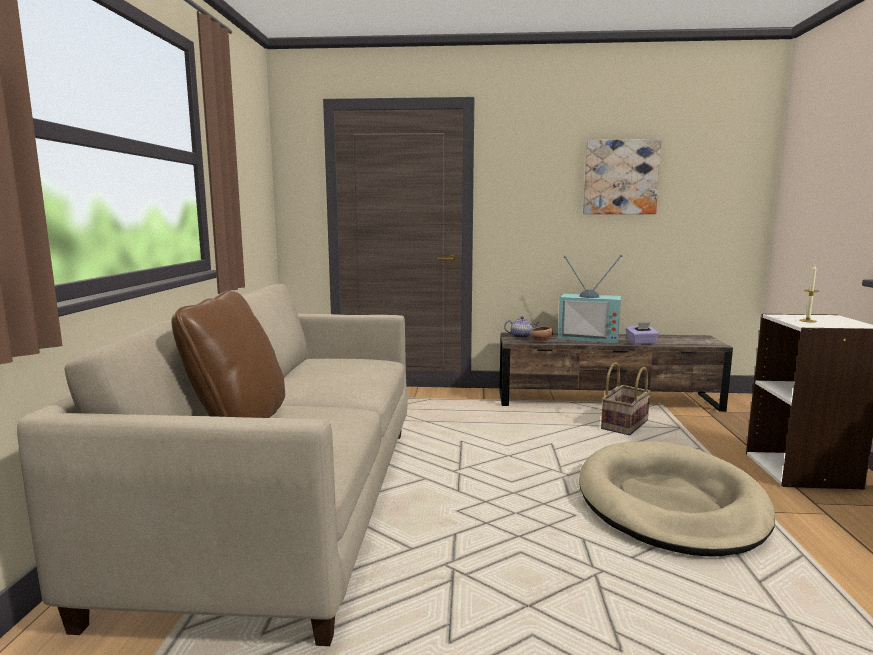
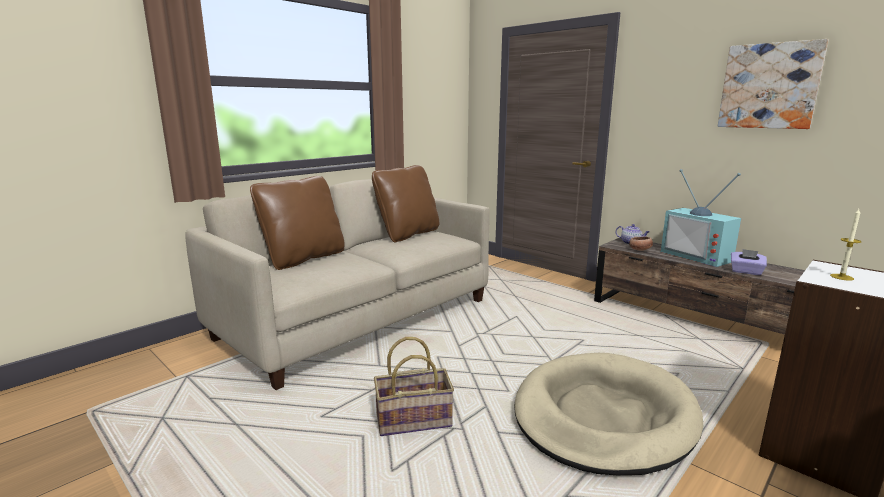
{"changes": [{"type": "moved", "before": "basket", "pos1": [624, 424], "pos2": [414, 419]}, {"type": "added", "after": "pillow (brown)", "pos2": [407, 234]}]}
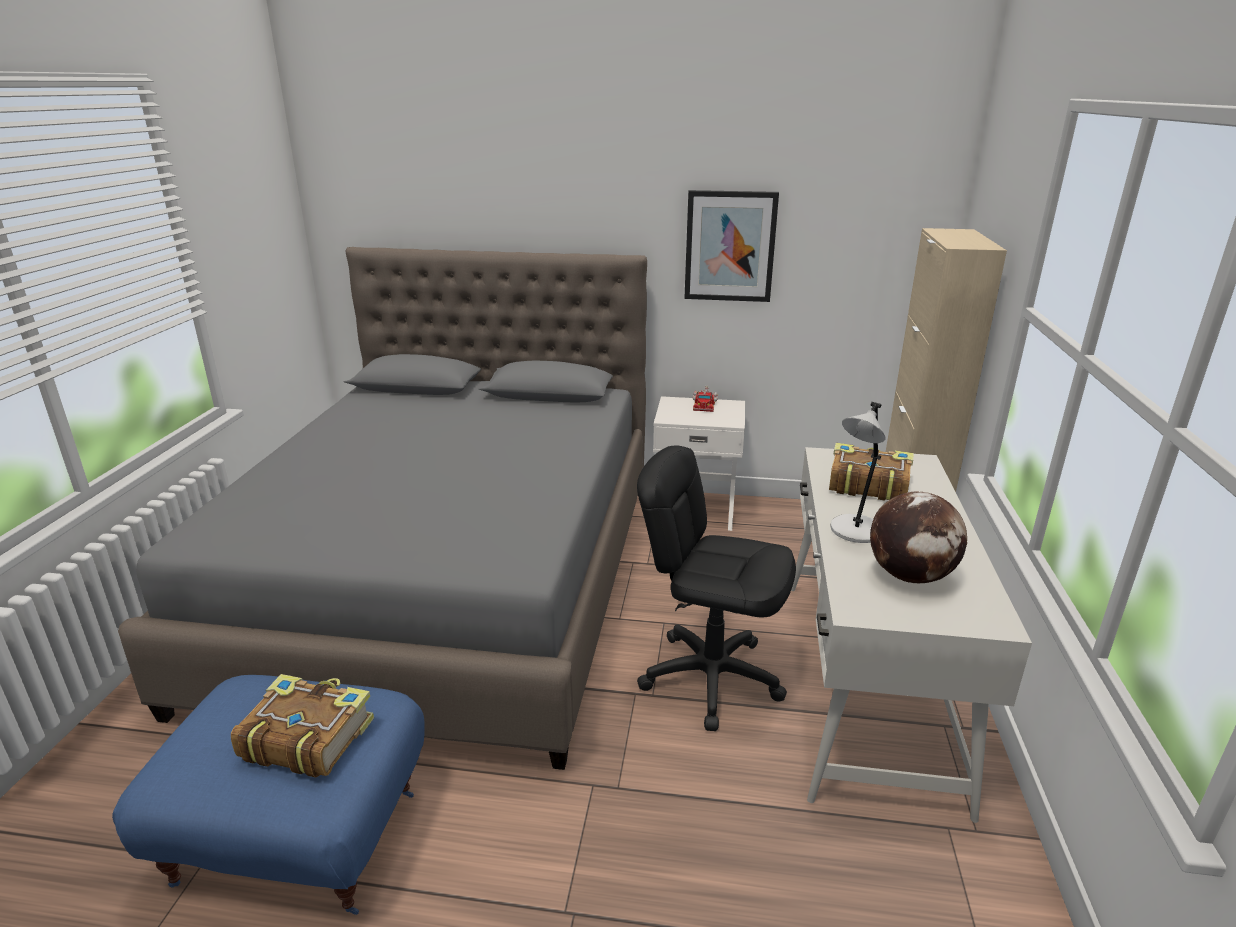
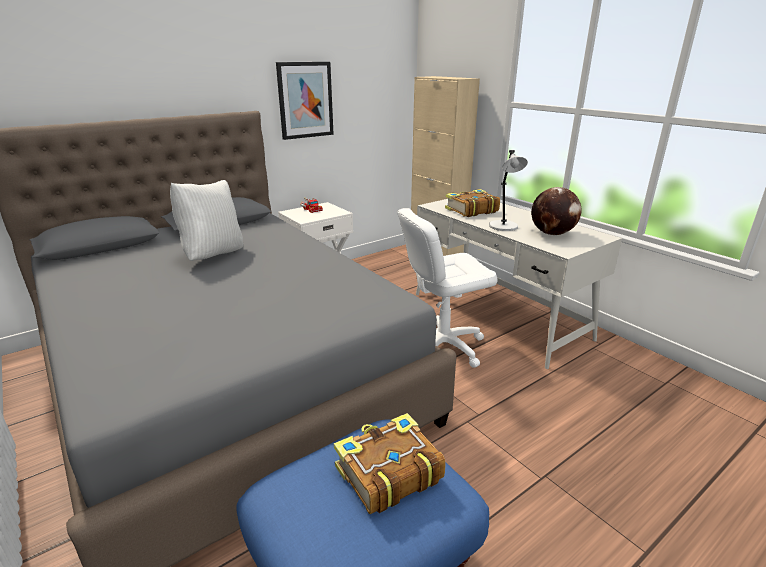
{"changes": [{"type": "recoloured", "before": "office chair (black)", "after": "office chair (white)", "pos1": [711, 677], "pos2": [442, 346]}, {"type": "added", "after": "pillow (white)", "pos2": [213, 255]}]}
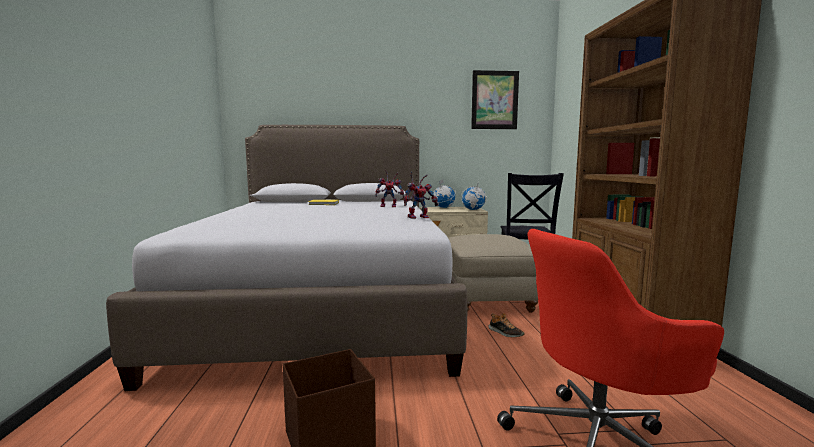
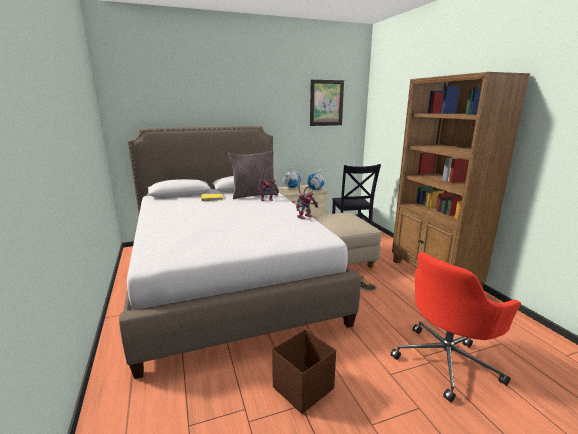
{"changes": [{"type": "added", "after": "pillow (grey)", "pos2": [254, 195]}]}
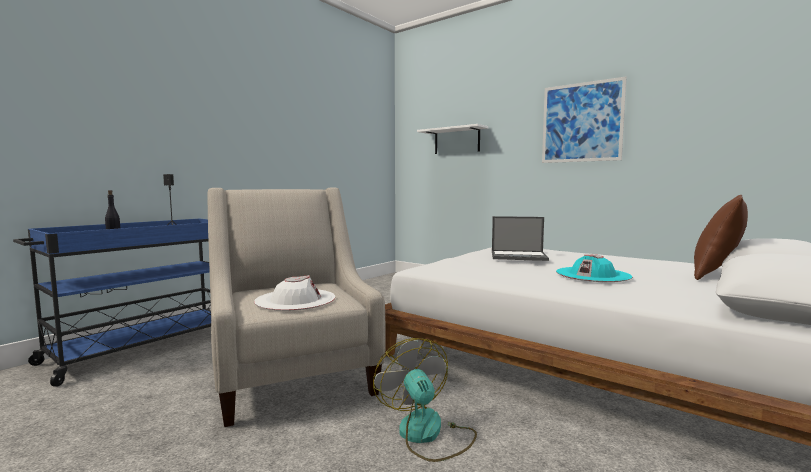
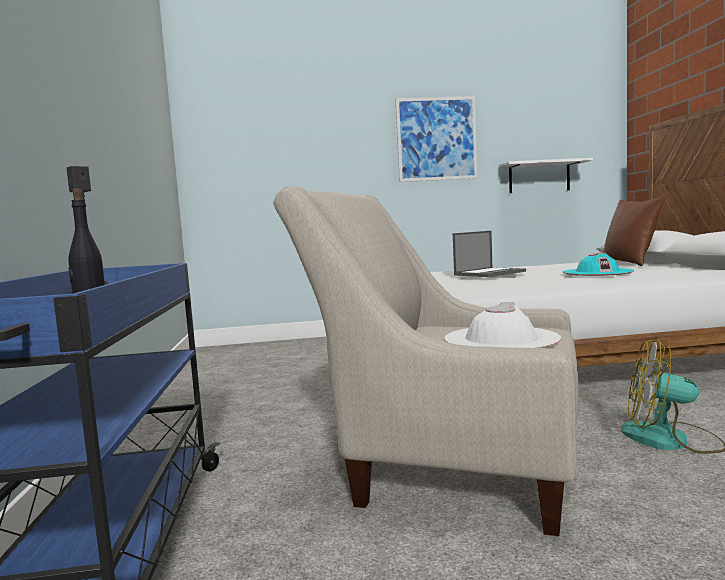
{"changes": [{"type": "moved", "before": "shelf (white)", "pos1": [457, 141], "pos2": [539, 177]}]}
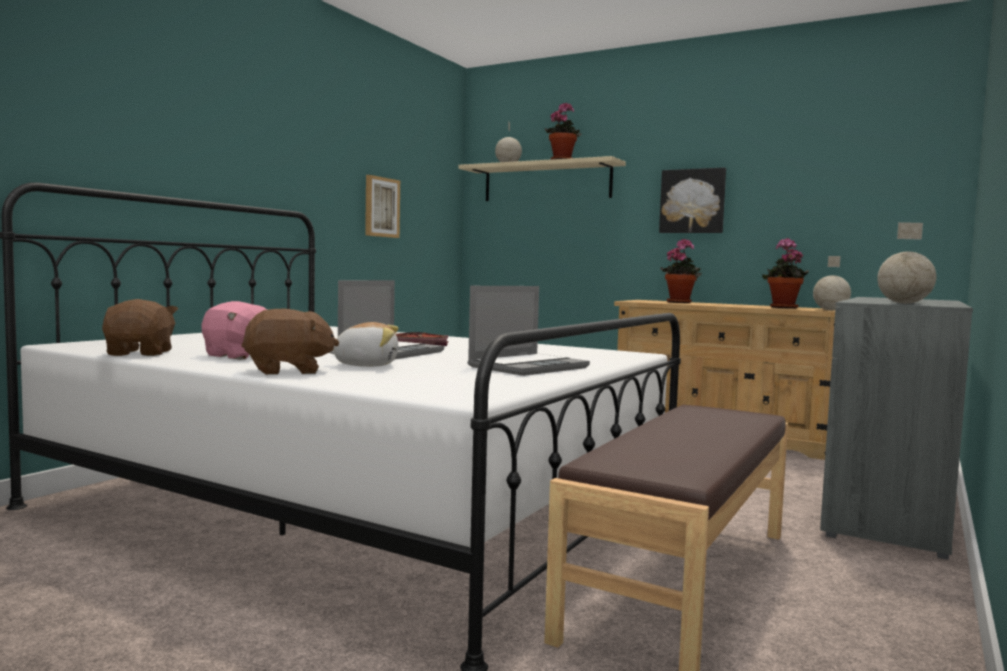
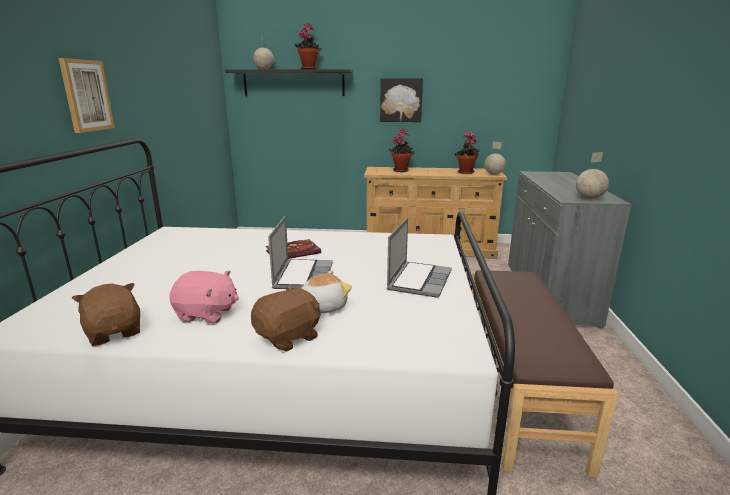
{"changes": [{"type": "recoloured", "before": "shelf (beige)", "after": "shelf (black)", "pos1": [546, 182], "pos2": [293, 83]}, {"type": "moved", "before": "picture", "pos1": [381, 207], "pos2": [86, 95]}]}
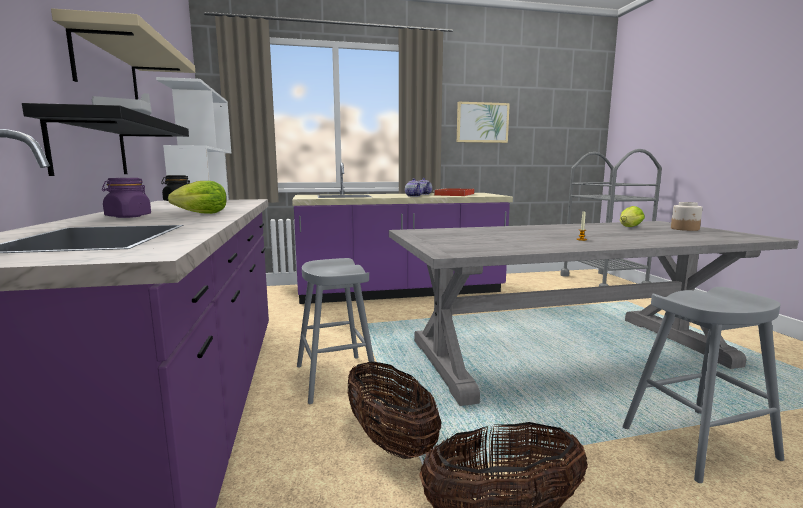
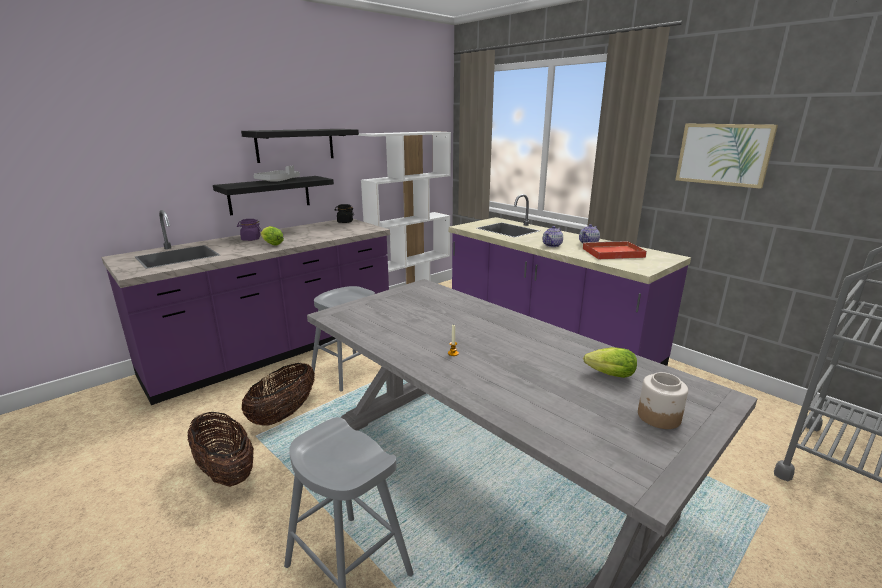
{"changes": [{"type": "recoloured", "before": "shelf (beige)", "after": "shelf (black)", "pos1": [106, 68], "pos2": [295, 145]}]}
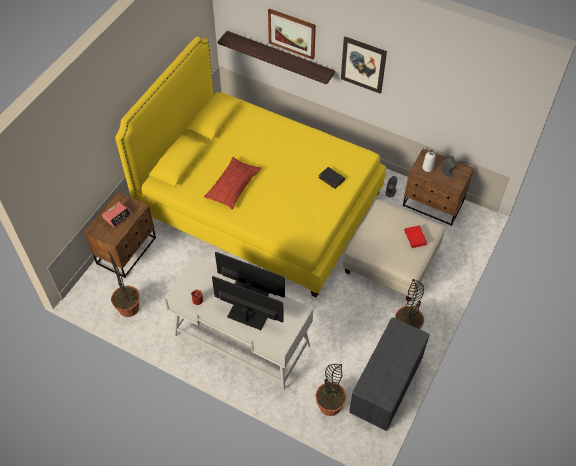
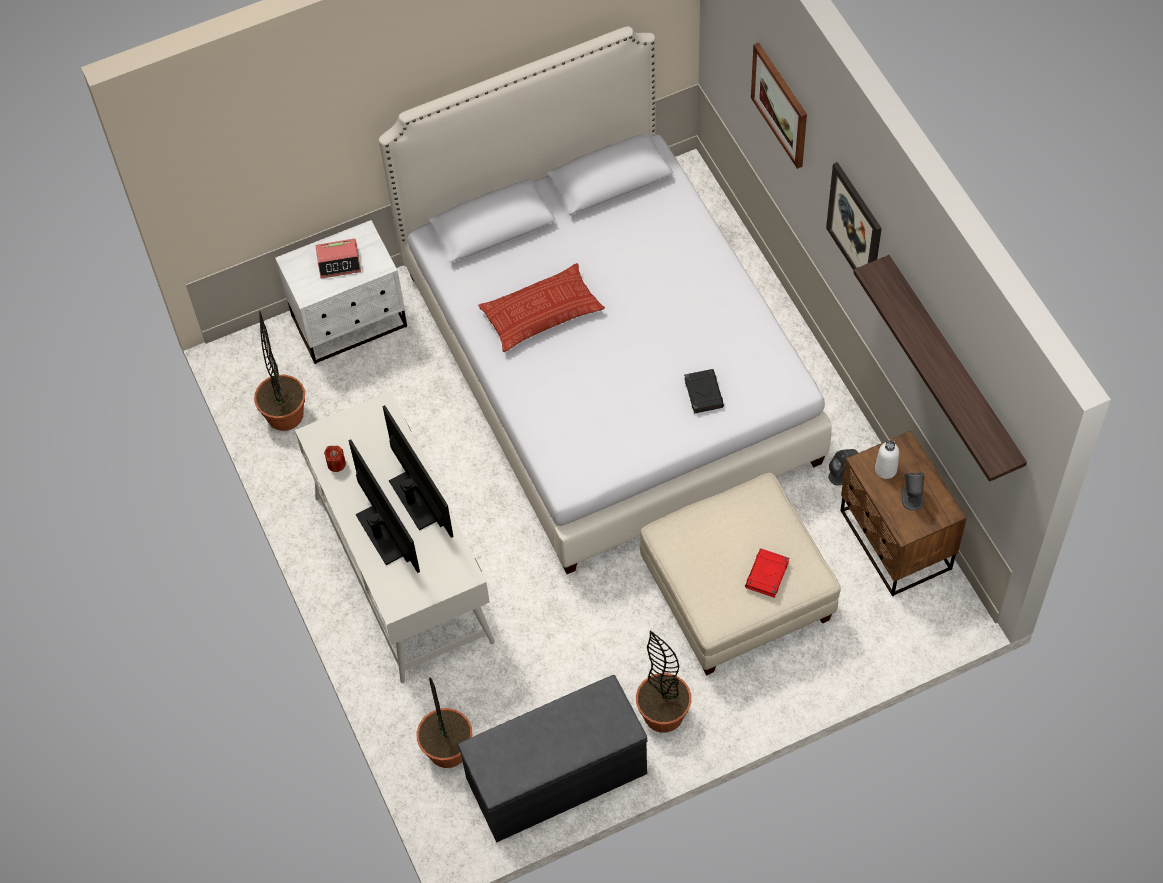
{"changes": [{"type": "moved", "before": "shelf", "pos1": [280, 58], "pos2": [953, 367]}, {"type": "recoloured", "before": "bed (yellow)", "after": "bed (white)", "pos1": [259, 204], "pos2": [608, 365]}, {"type": "recoloured", "before": "nightstand (brown)", "after": "nightstand (white)", "pos1": [127, 251], "pos2": [350, 322]}]}
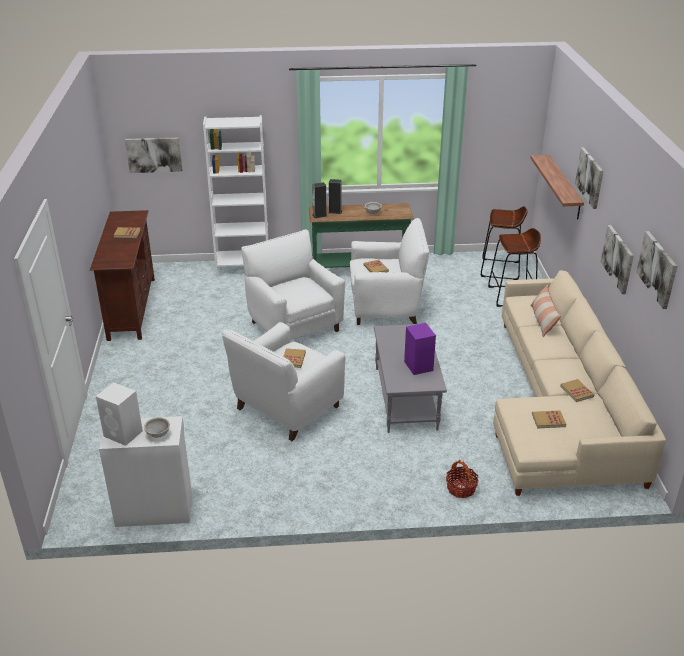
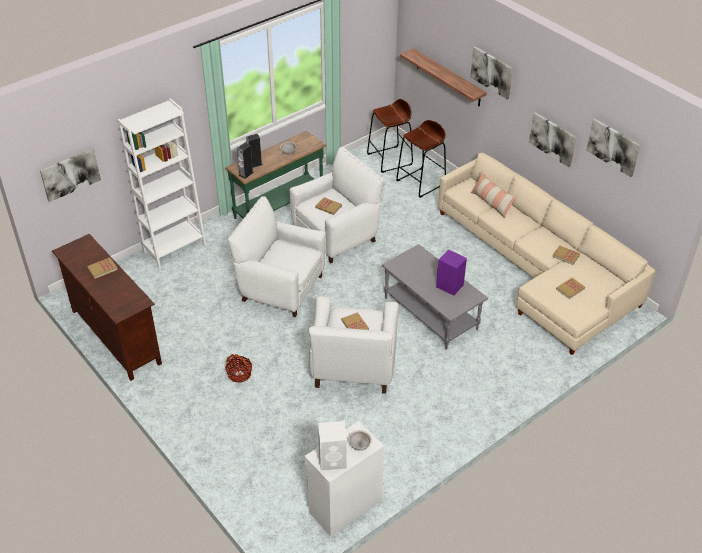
{"changes": [{"type": "moved", "before": "basket", "pos1": [461, 488], "pos2": [239, 374]}]}
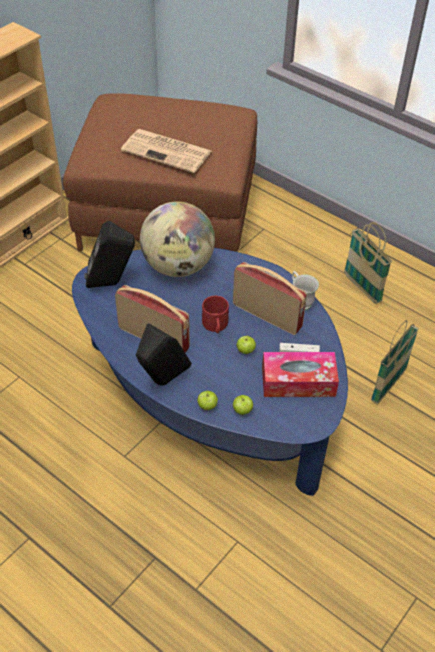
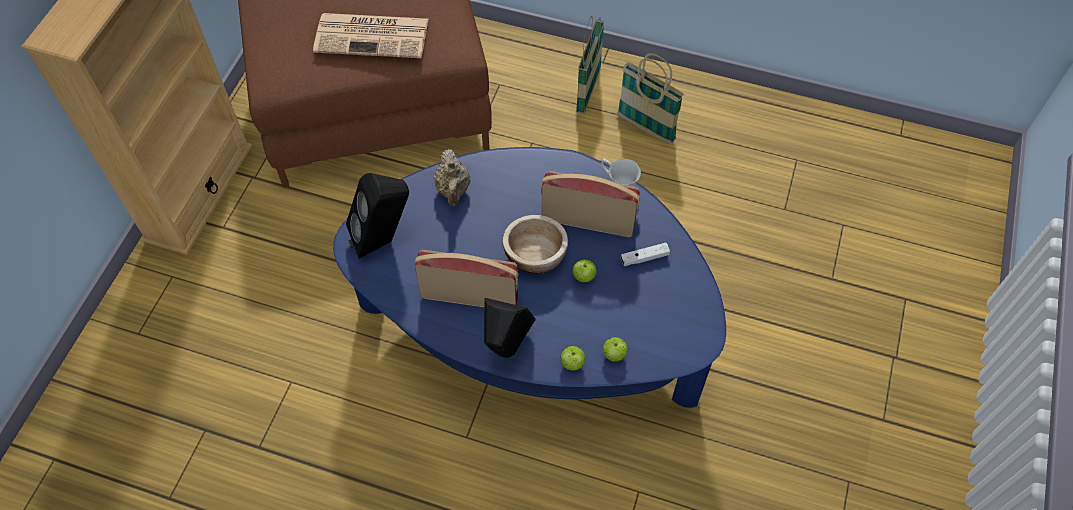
{"changes": [{"type": "replaced", "before": "globe", "after": "teapot (beige)", "pos1": [178, 266], "pos2": [453, 190]}, {"type": "replaced", "before": "mug (red)", "after": "bowl", "pos1": [216, 325], "pos2": [535, 255]}, {"type": "moved", "before": "basket", "pos1": [388, 386], "pos2": [588, 92]}, {"type": "removed", "before": "tissue box", "pos1": [298, 381]}]}
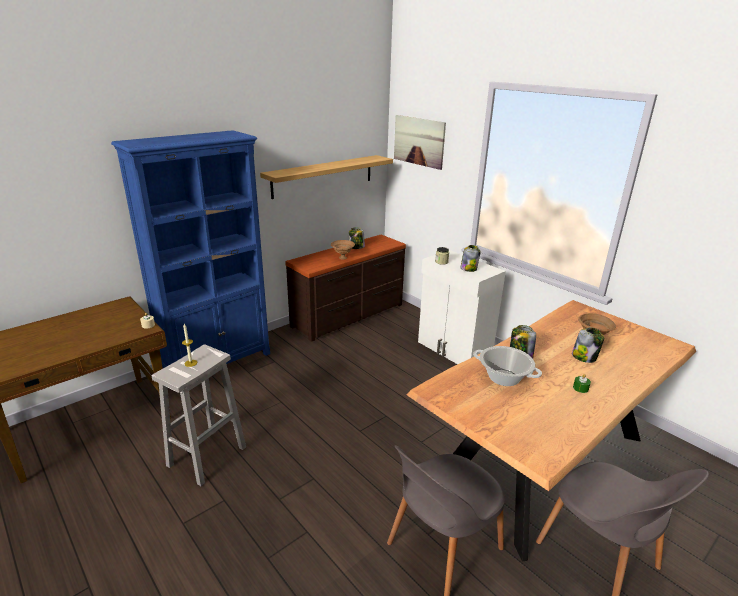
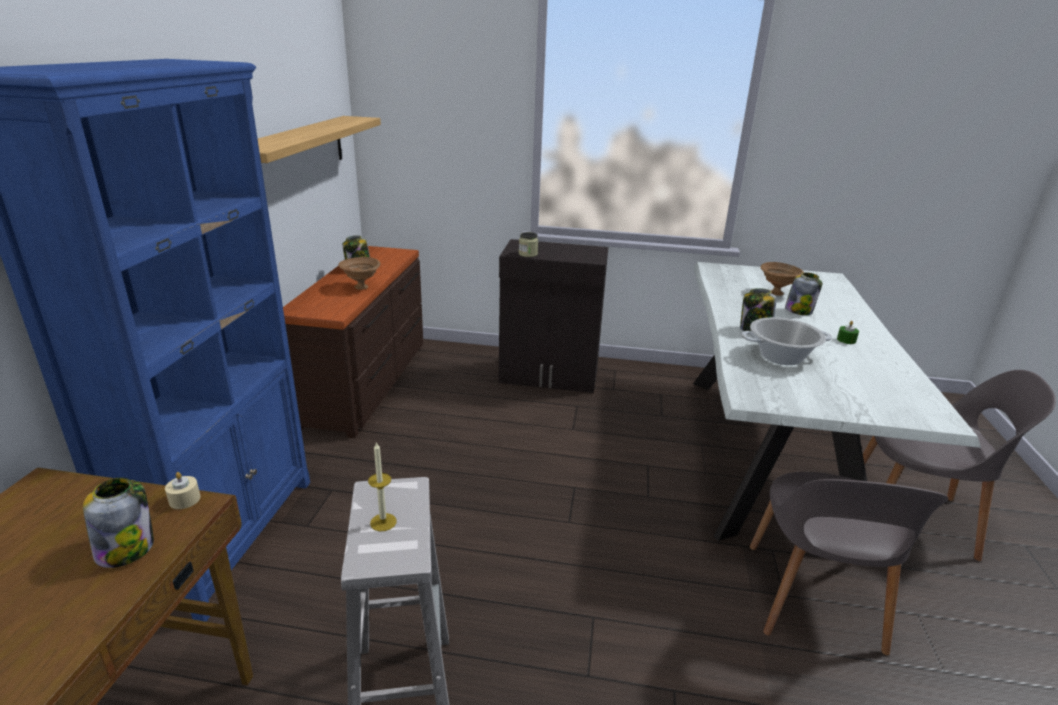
{"changes": [{"type": "removed", "before": "picture", "pos1": [419, 141]}, {"type": "moved", "before": "jar", "pos1": [468, 269], "pos2": [126, 548]}, {"type": "recoloured", "before": "cabinet (white)", "after": "cabinet (black)", "pos1": [453, 350], "pos2": [549, 376]}, {"type": "recoloured", "before": "dining table (brown)", "after": "dining table (white)", "pos1": [541, 461], "pos2": [768, 454]}]}
